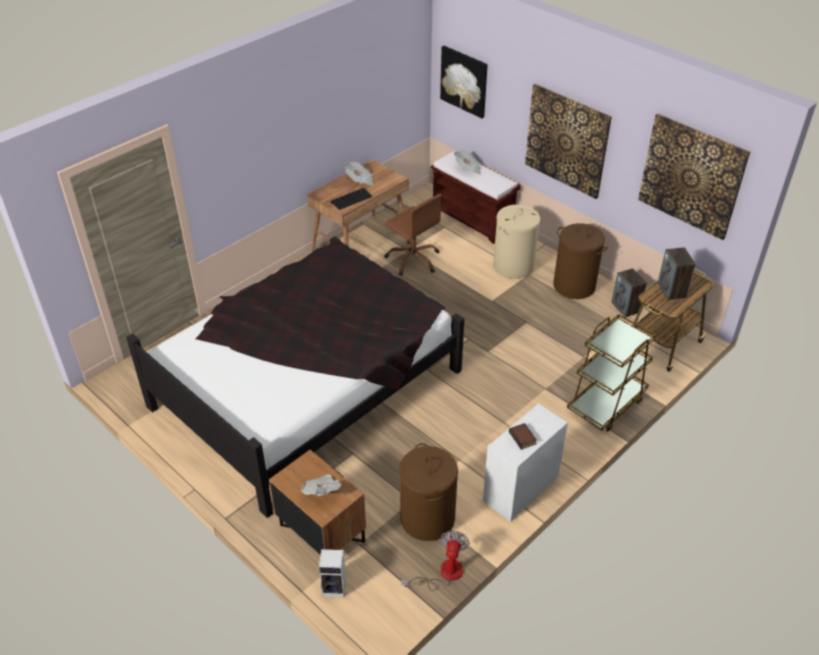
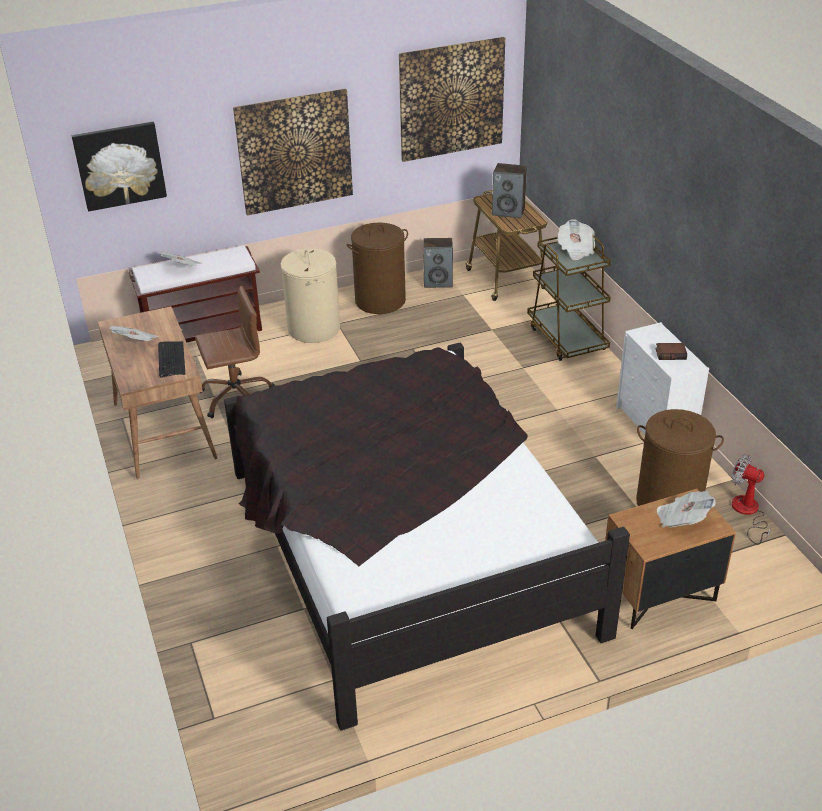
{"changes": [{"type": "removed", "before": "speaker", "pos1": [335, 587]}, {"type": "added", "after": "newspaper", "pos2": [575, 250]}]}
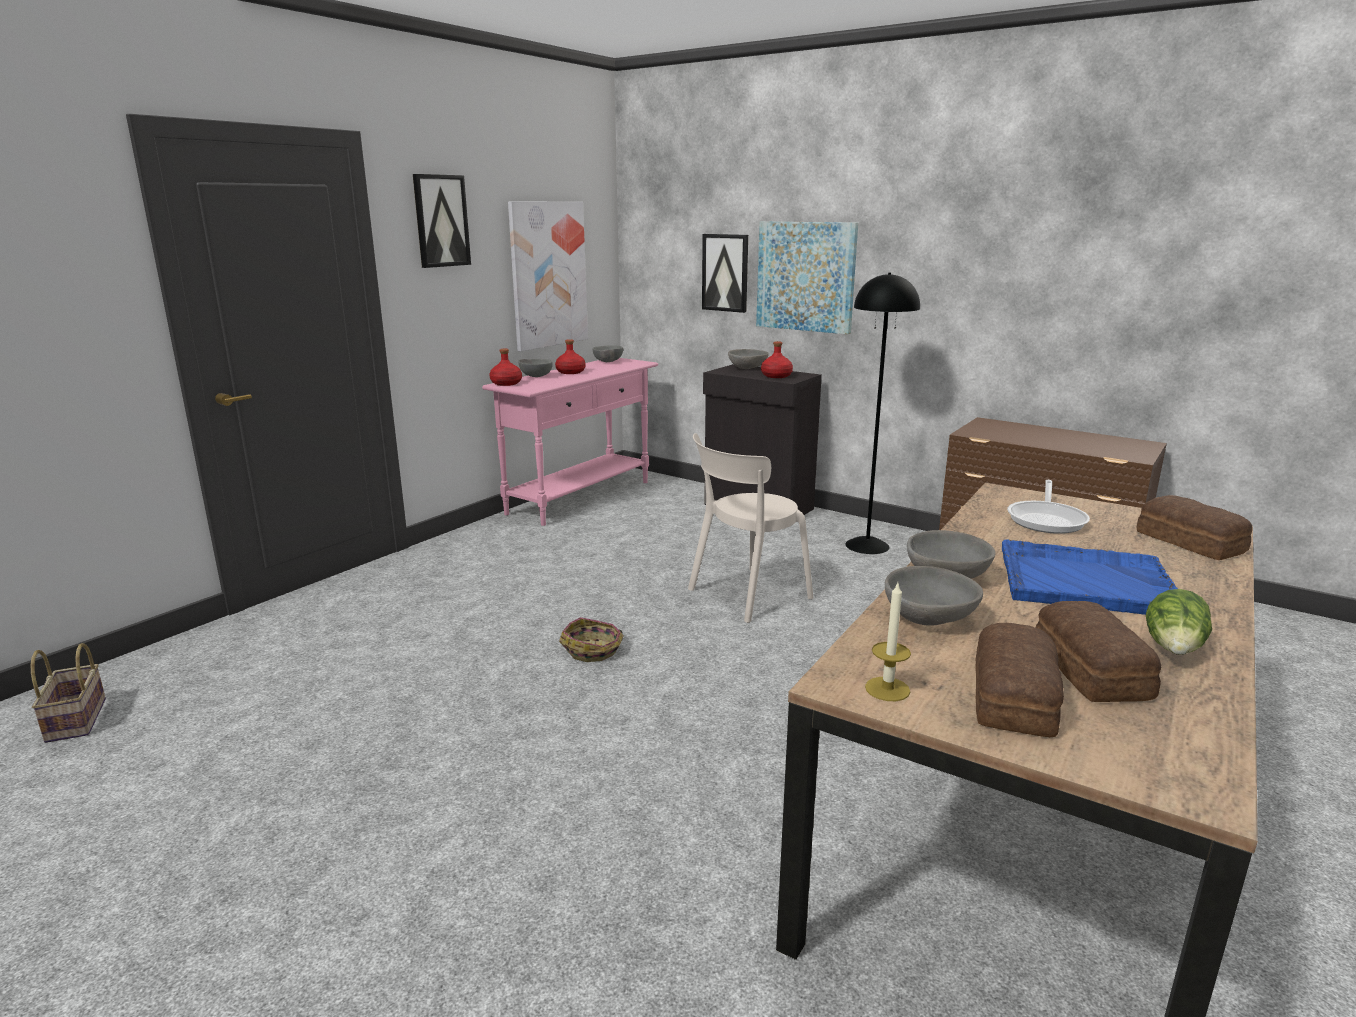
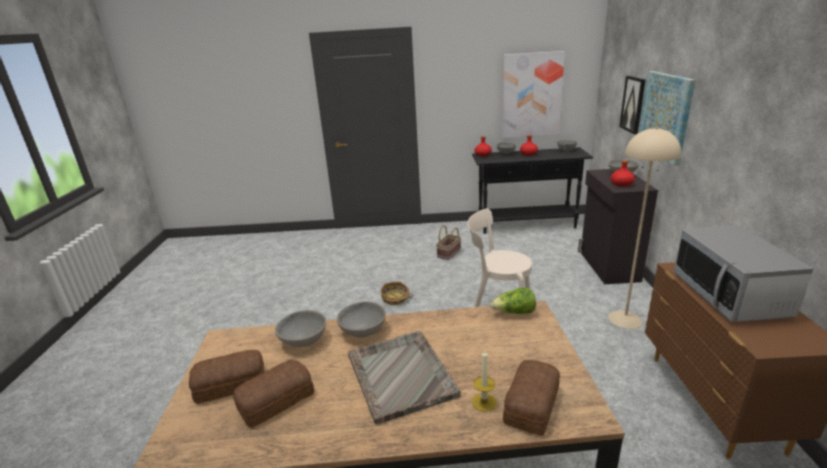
{"changes": [{"type": "removed", "before": "picture", "pos1": [441, 221]}, {"type": "recoloured", "before": "floor lamp (black)", "after": "floor lamp (beige)", "pos1": [867, 545], "pos2": [625, 319]}, {"type": "recoloured", "before": "console table (pink)", "after": "console table (black)", "pos1": [580, 497], "pos2": [527, 225]}, {"type": "removed", "before": "frying pan", "pos1": [1047, 519]}, {"type": "recoloured", "before": "tray (blue)", "after": "tray (grey)", "pos1": [1084, 581], "pos2": [400, 374]}, {"type": "moved", "before": "candle", "pos1": [887, 689], "pos2": [484, 402]}, {"type": "moved", "before": "lettuce", "pos1": [1174, 649], "pos2": [514, 312]}, {"type": "moved", "before": "basket", "pos1": [77, 721], "pos2": [449, 254]}, {"type": "added", "after": "microwave", "pos2": [729, 295]}]}
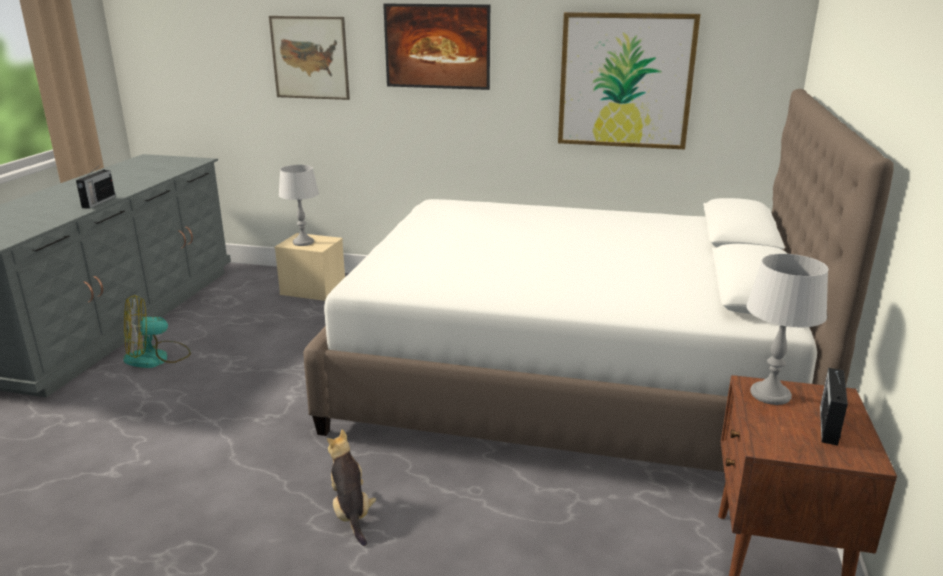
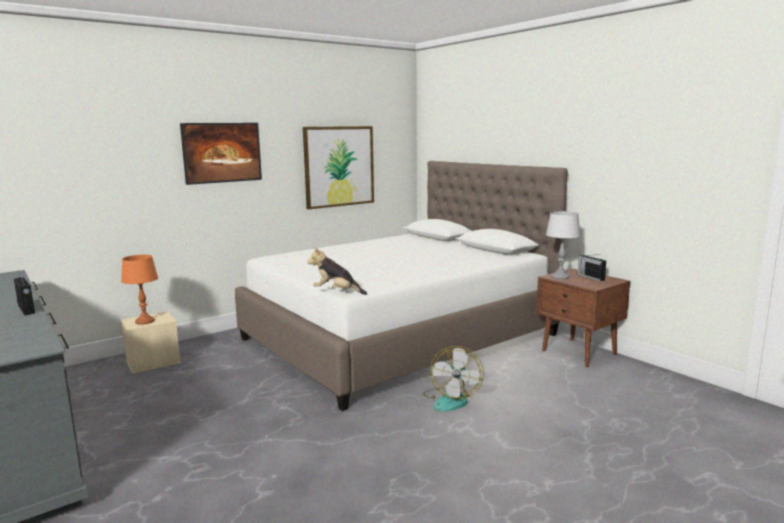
{"changes": [{"type": "removed", "before": "picture", "pos1": [310, 58]}, {"type": "recoloured", "before": "table lamp (grey)", "after": "table lamp (orange)", "pos1": [303, 242], "pos2": [145, 321]}, {"type": "moved", "before": "fan", "pos1": [157, 357], "pos2": [451, 399]}, {"type": "moved", "before": "plush toy", "pos1": [351, 512], "pos2": [336, 292]}]}
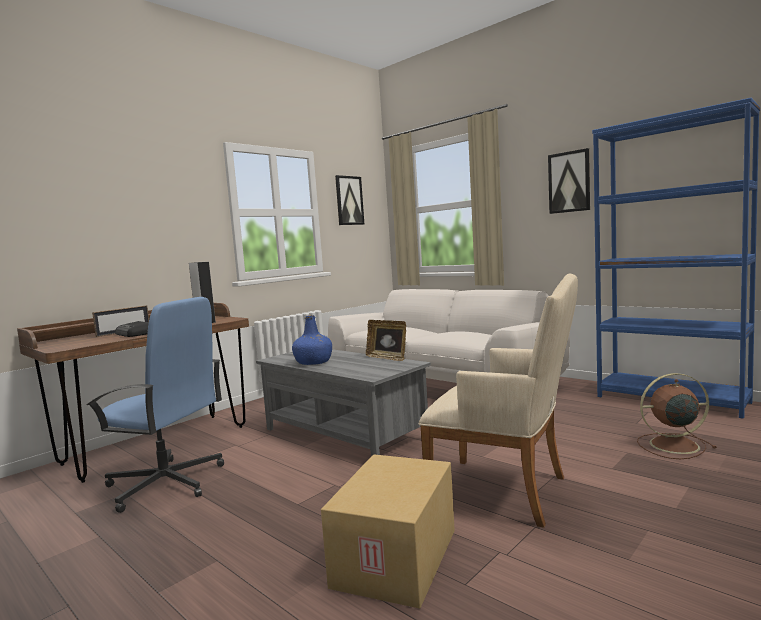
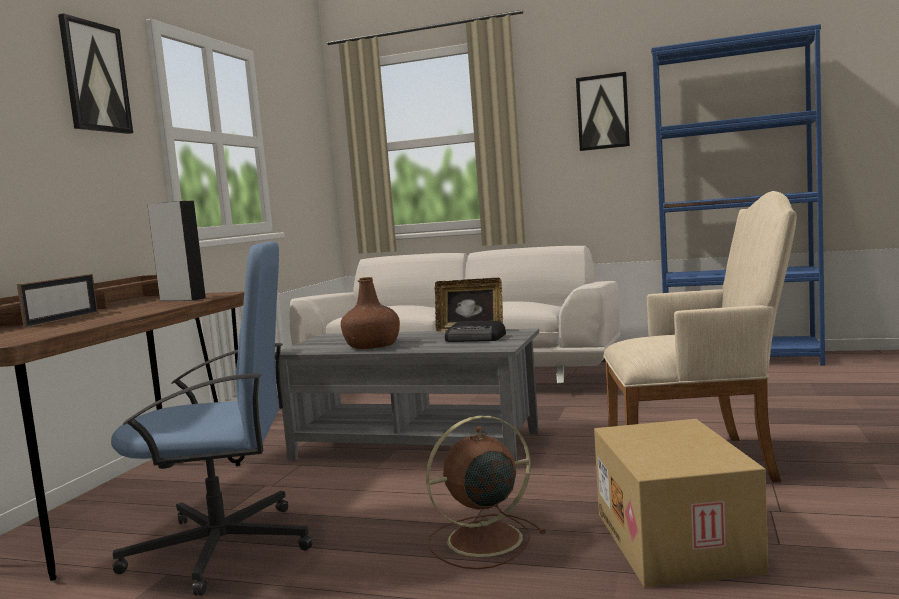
{"changes": [{"type": "moved", "before": "picture", "pos1": [349, 200], "pos2": [95, 77]}, {"type": "recoloured", "before": "bottle (blue)", "after": "bottle (brown)", "pos1": [314, 362], "pos2": [373, 346]}, {"type": "moved", "before": "radio", "pos1": [135, 334], "pos2": [476, 338]}, {"type": "moved", "before": "fan (brown)", "pos1": [672, 445], "pos2": [481, 540]}]}
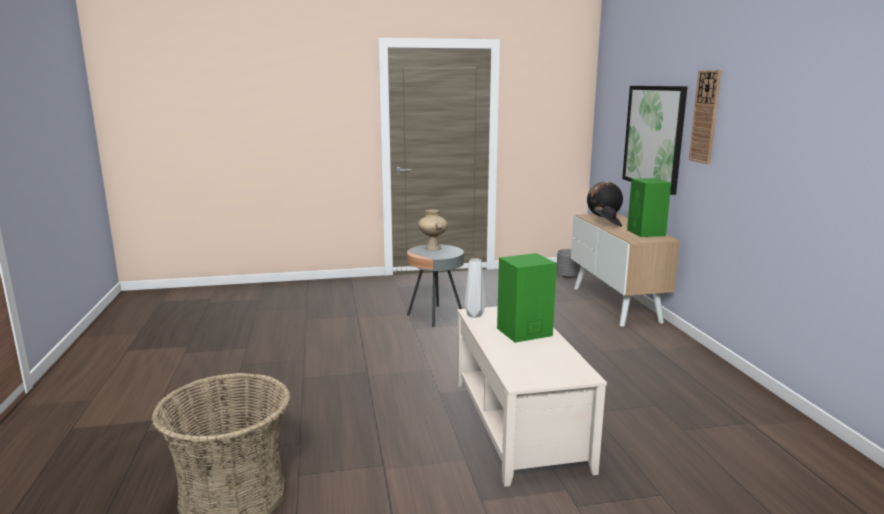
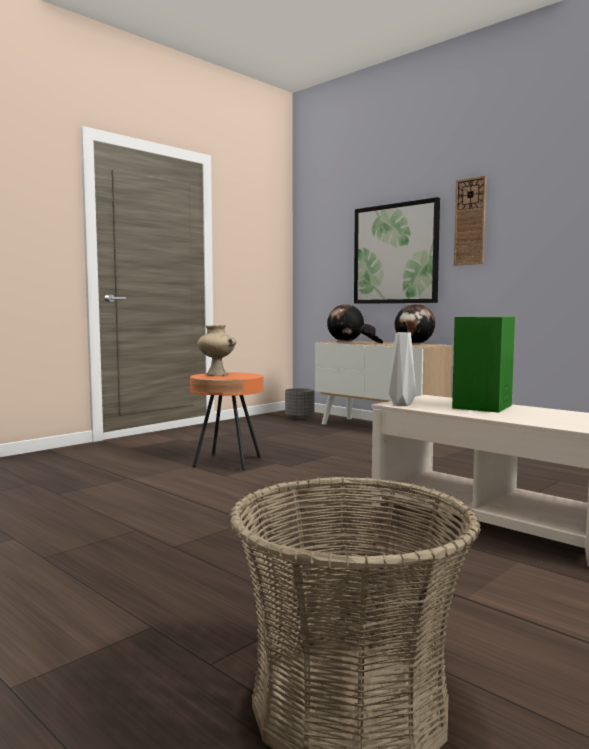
{"changes": [{"type": "replaced", "before": "speaker (green)", "after": "globe", "pos1": [646, 233], "pos2": [414, 344]}, {"type": "recoloured", "before": "side table (grey)", "after": "side table (orange)", "pos1": [435, 316], "pos2": [227, 462]}]}
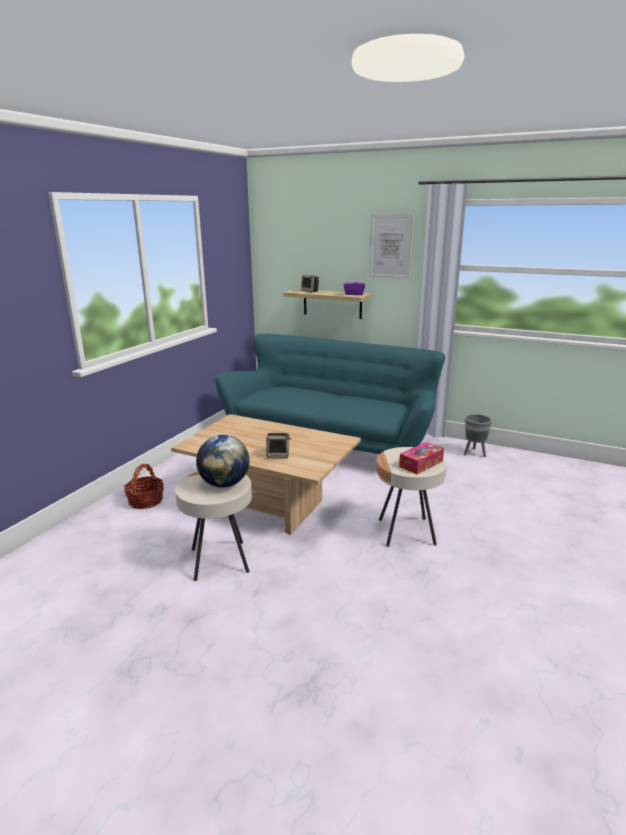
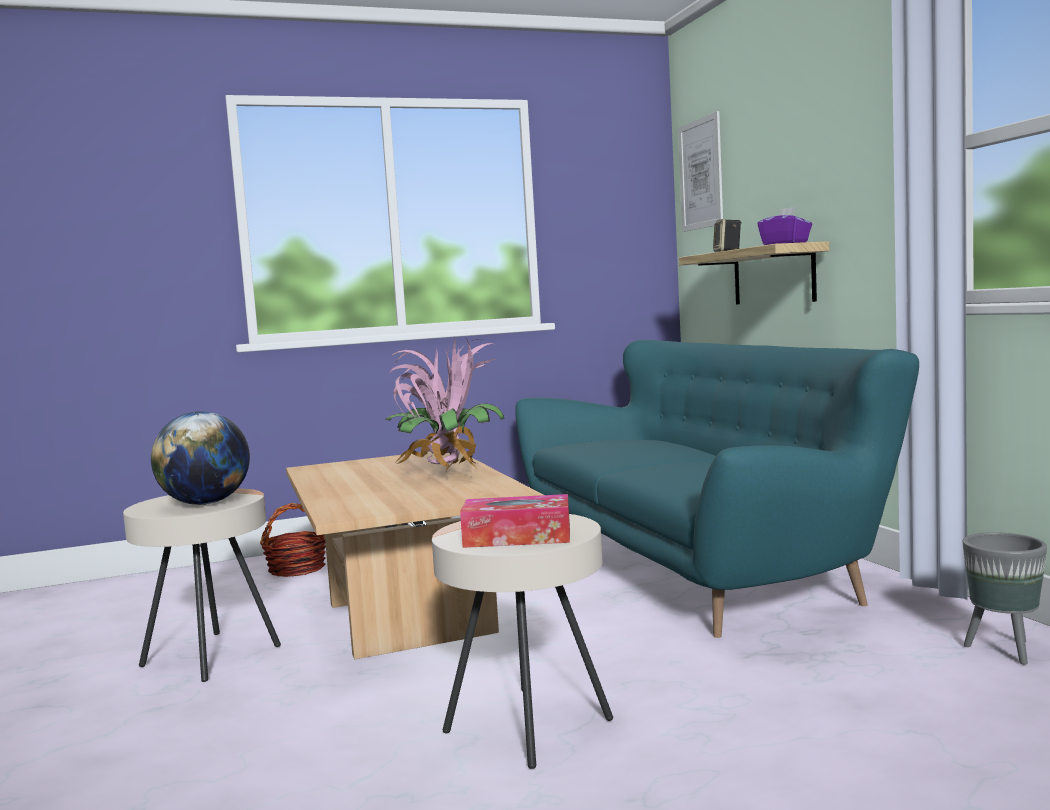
{"changes": [{"type": "moved", "before": "picture", "pos1": [390, 246], "pos2": [700, 174]}, {"type": "removed", "before": "speaker", "pos1": [278, 455]}, {"type": "added", "after": "potted plant", "pos2": [446, 478]}]}
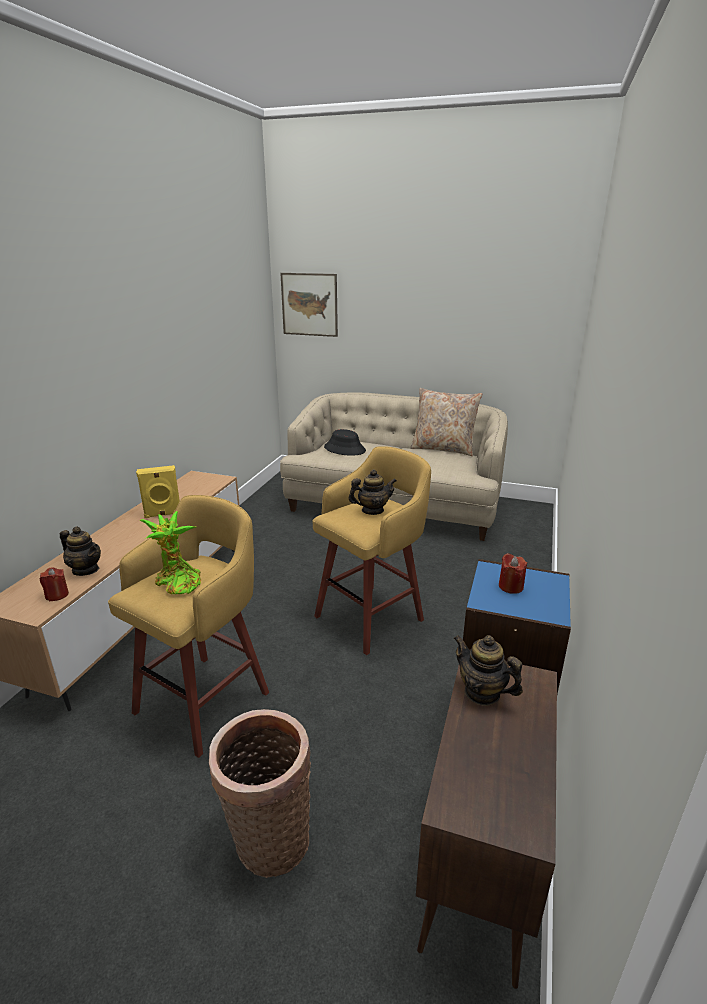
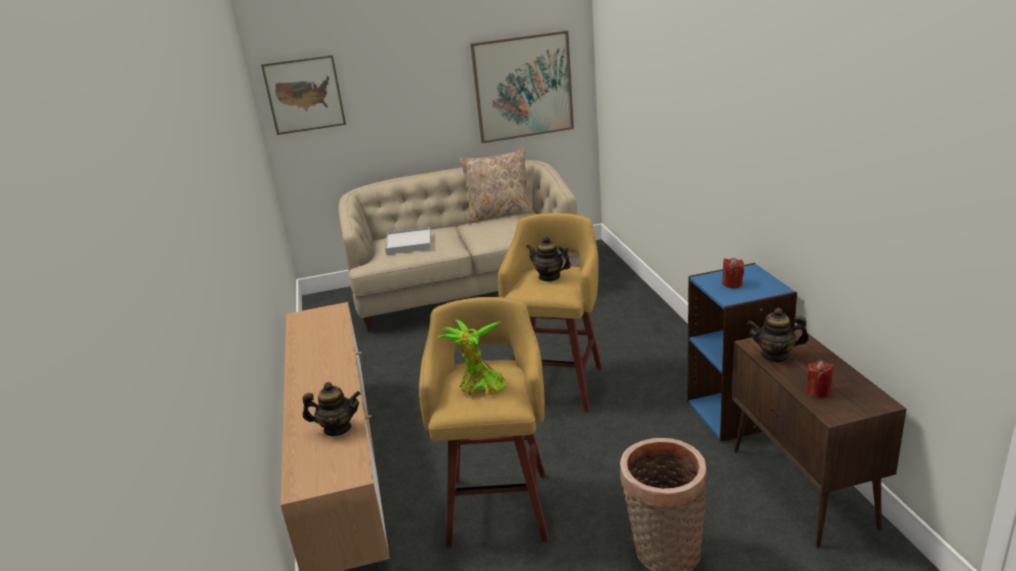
{"changes": [{"type": "replaced", "before": "hat (black)", "after": "tray (white)", "pos1": [345, 449], "pos2": [409, 243]}, {"type": "removed", "before": "speaker (yellow)", "pos1": [163, 514]}, {"type": "turned", "before": "teapot", "pos1": [372, 510], "pos2": [549, 277], "turn": -105}, {"type": "moved", "before": "candle (red)", "pos1": [57, 595], "pos2": [818, 391]}, {"type": "added", "after": "picture", "pos2": [523, 87]}]}
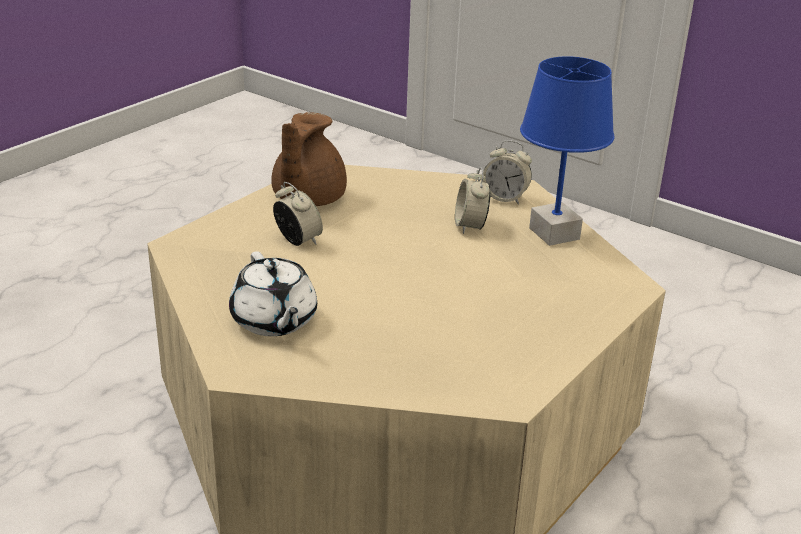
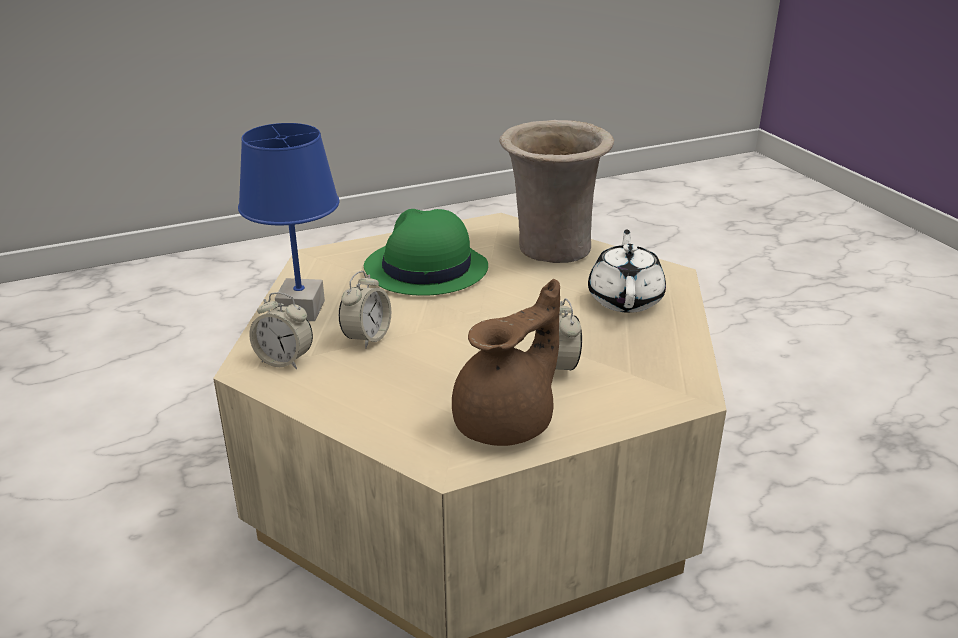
{"changes": [{"type": "turned", "before": "alarm clock", "pos1": [505, 198], "pos2": [284, 360], "turn": 150}, {"type": "added", "after": "vase (beige)", "pos2": [551, 250]}, {"type": "added", "after": "hat (green)", "pos2": [425, 269]}]}
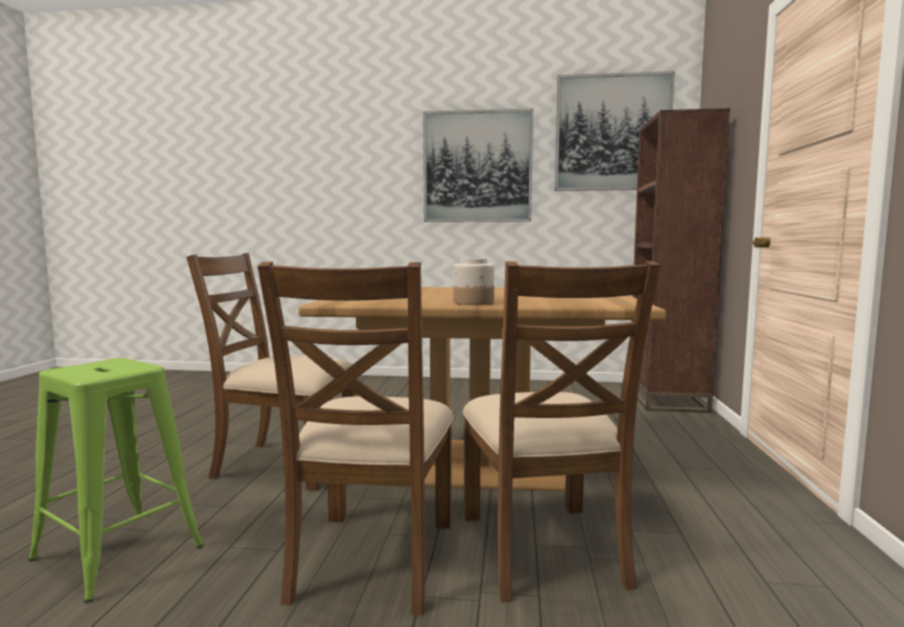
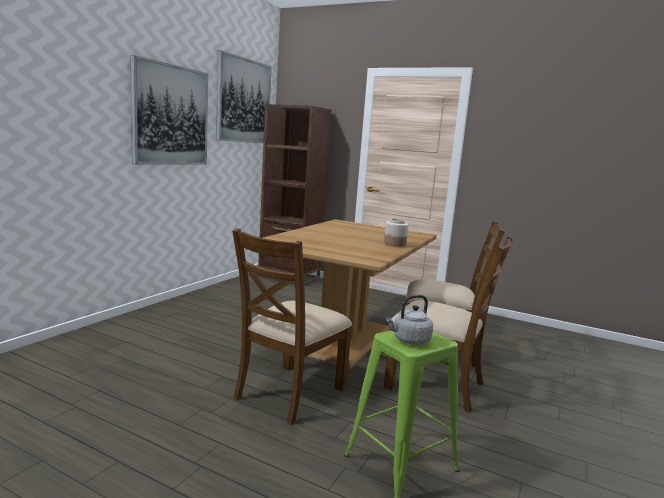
{"changes": [{"type": "added", "after": "kettle (grey)", "pos2": [409, 340]}]}
